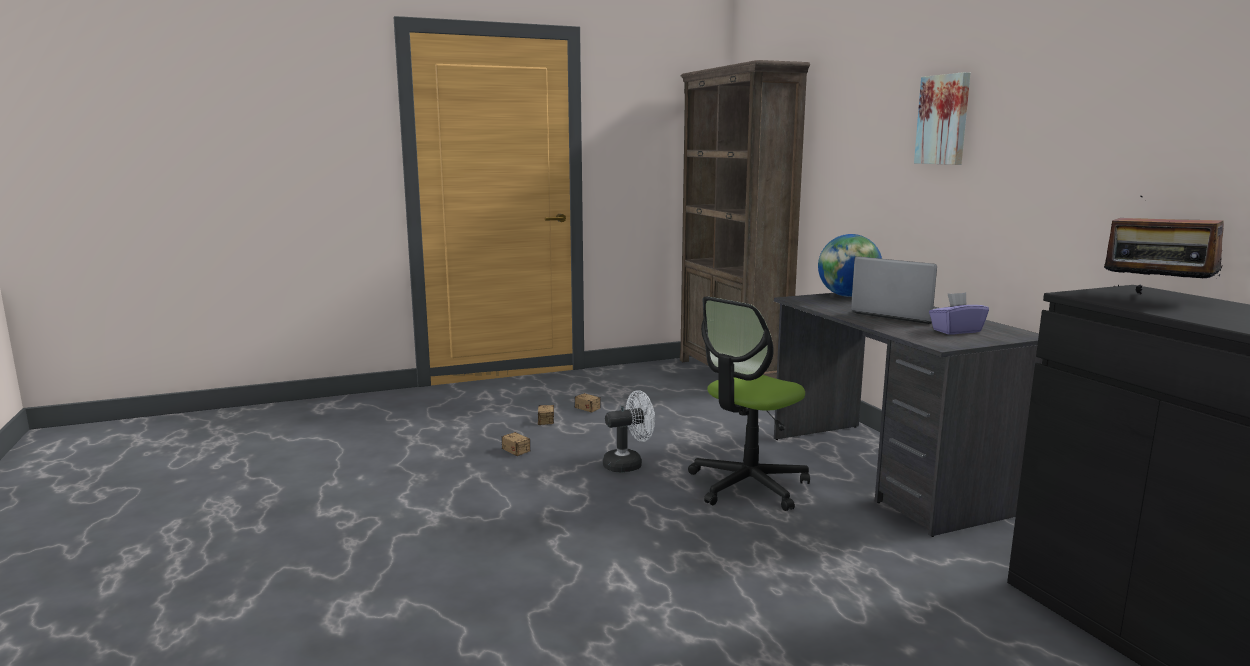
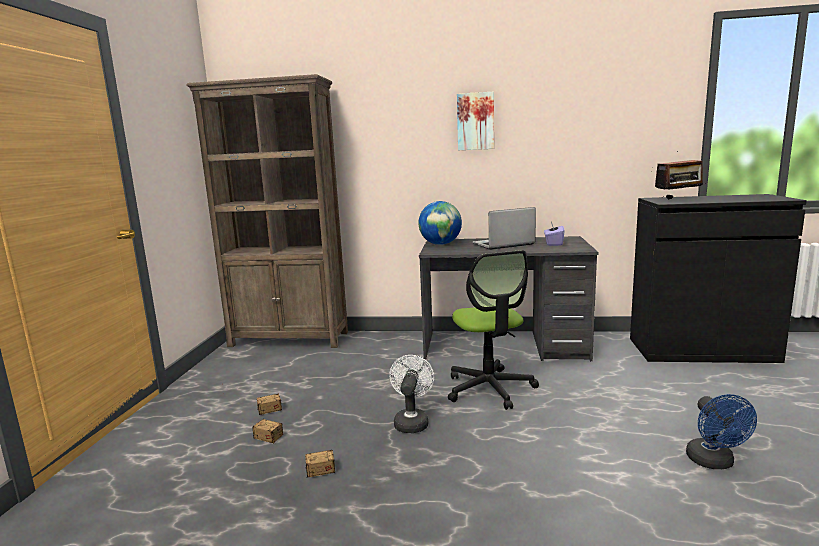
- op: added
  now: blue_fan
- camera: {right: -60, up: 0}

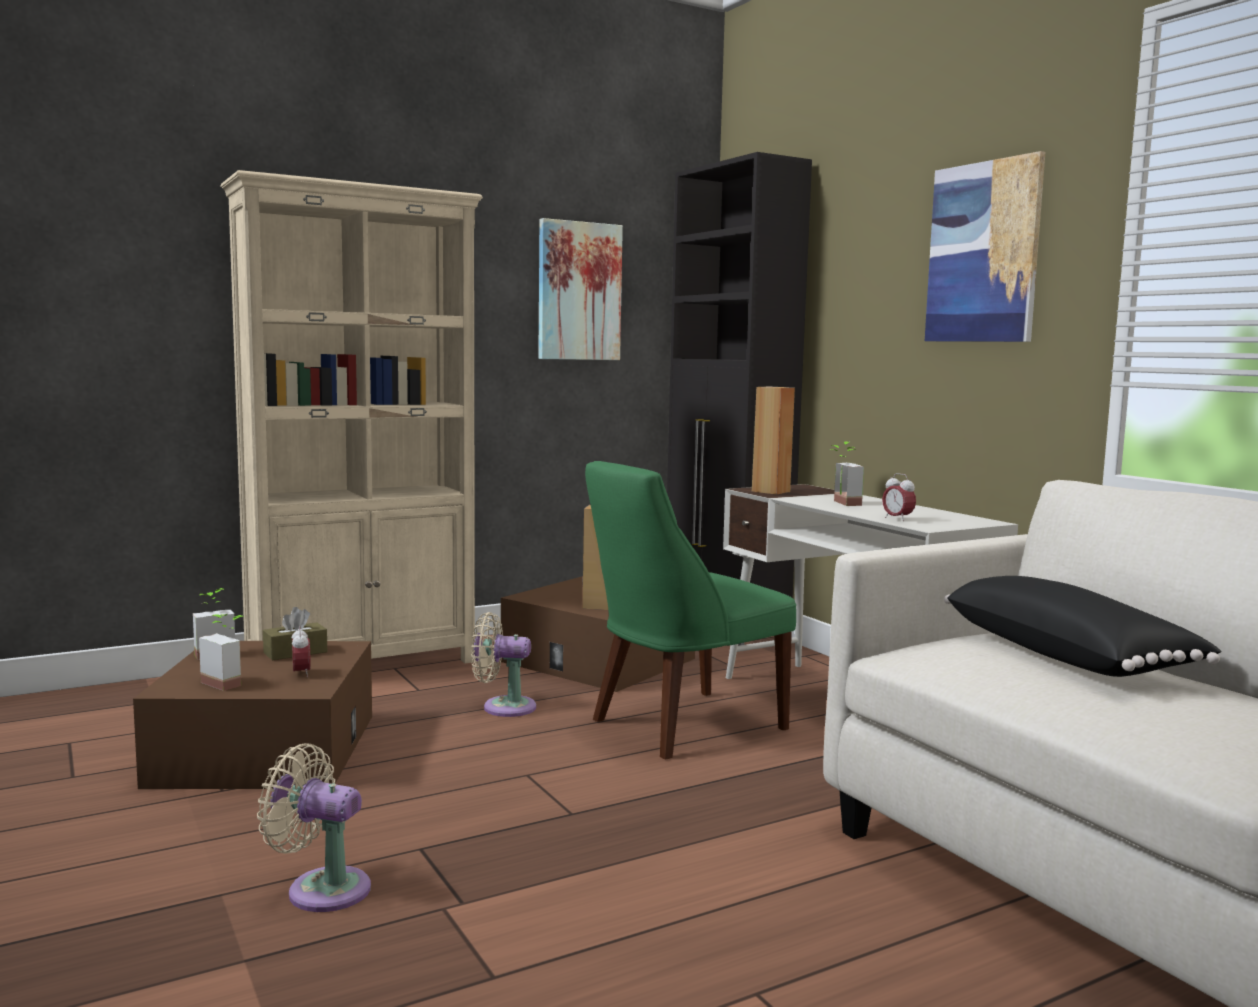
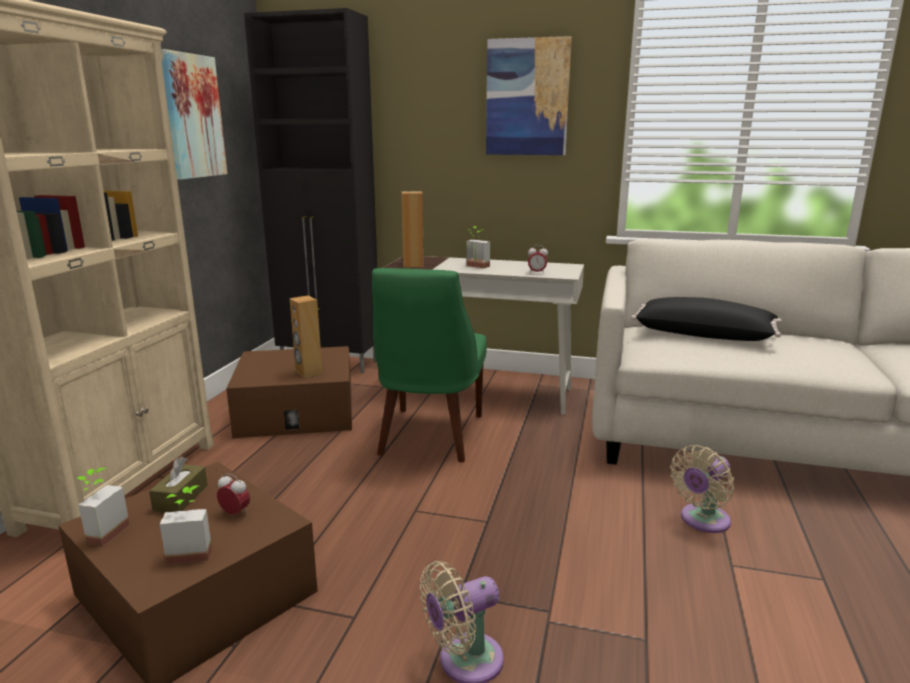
- op: moved
  was: beige_fan (2nd from left)
- camera: {right: -45, up: 10}

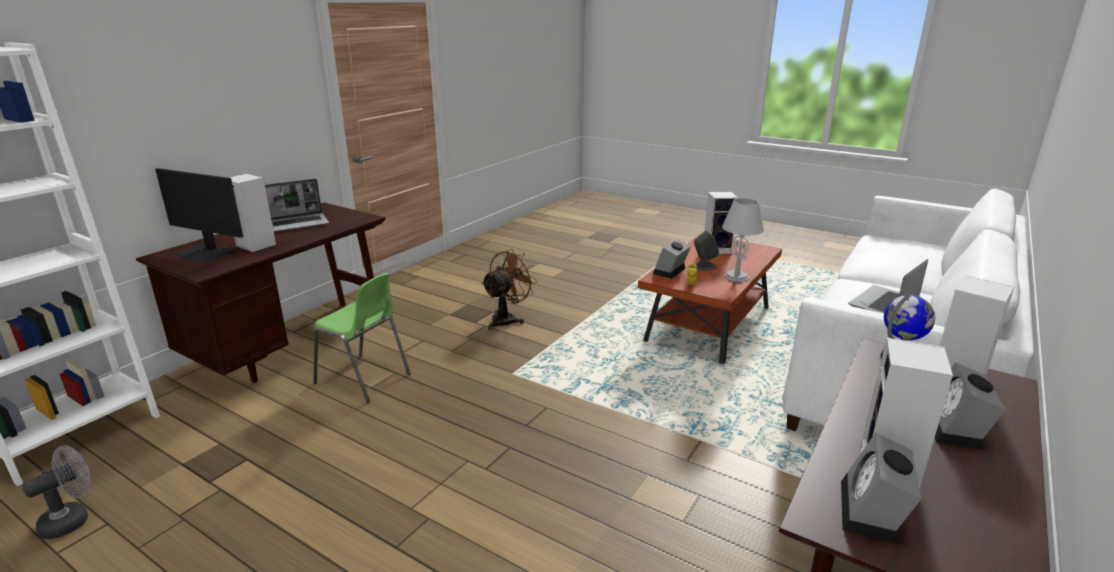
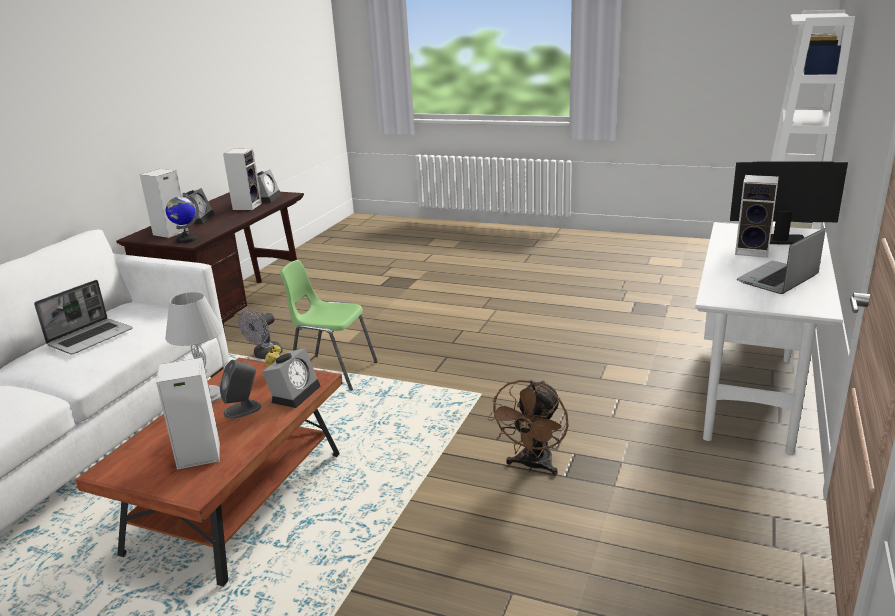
- op: moved
  was: grey_fan
- op: moved
  was: green_chair
- op: recoloured
  was: brown_desk (1st from left)
  now: white_desk
- camera: {right: 170, up: 0}

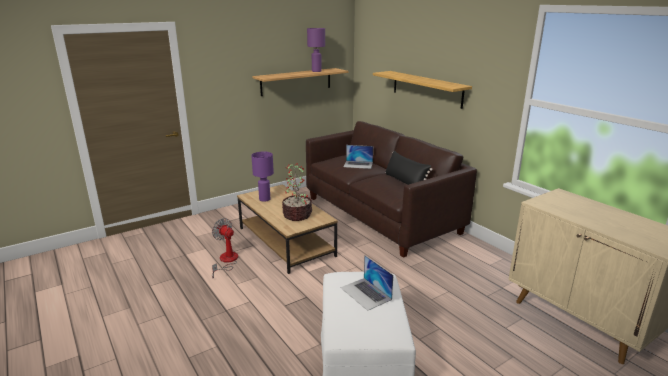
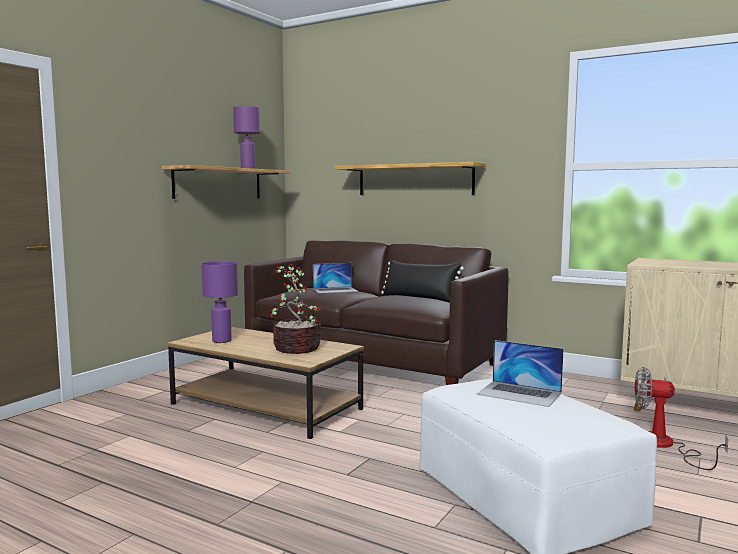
- op: moved
  was: fan
- camera: {right: -25, up: -15}

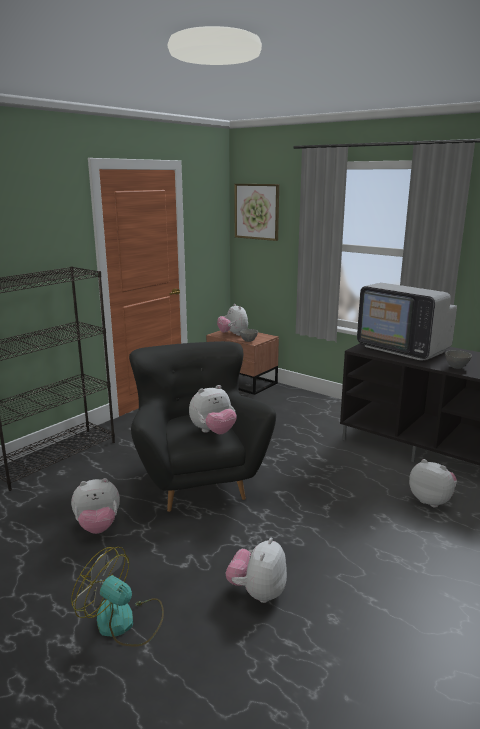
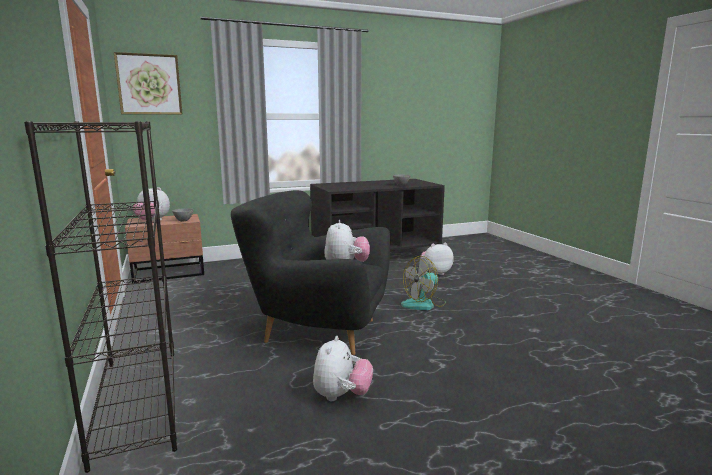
- op: moved
  was: fan
- op: removed
  was: plush_toy (4th from left)
- op: removed
  was: television
- camera: {right: -60, up: -5}

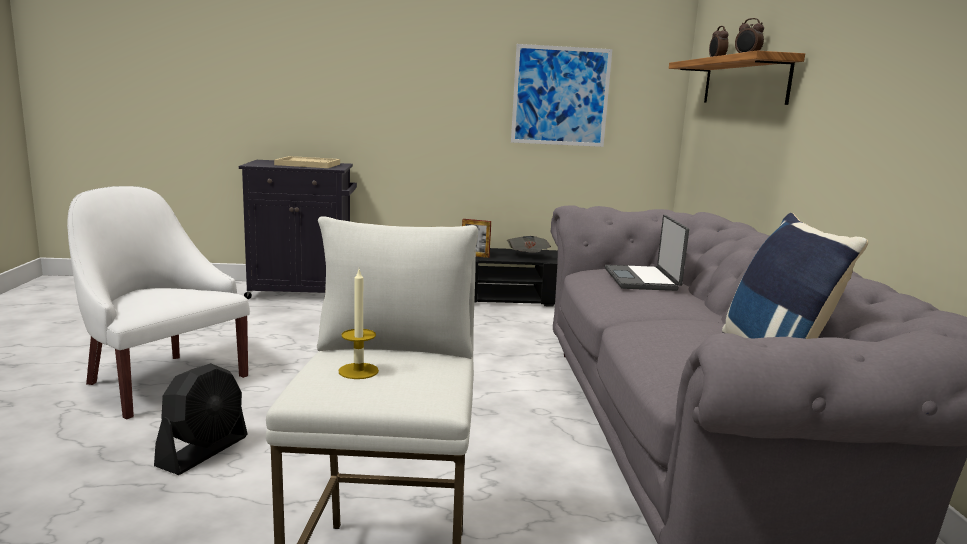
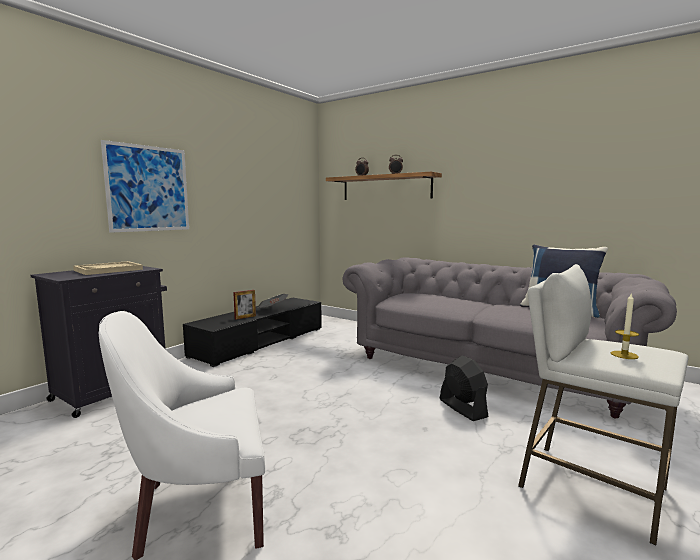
- op: moved
  was: picture
- op: moved
  was: black_fan
- op: removed
  was: laptop
- camera: {right: -50, up: -5}

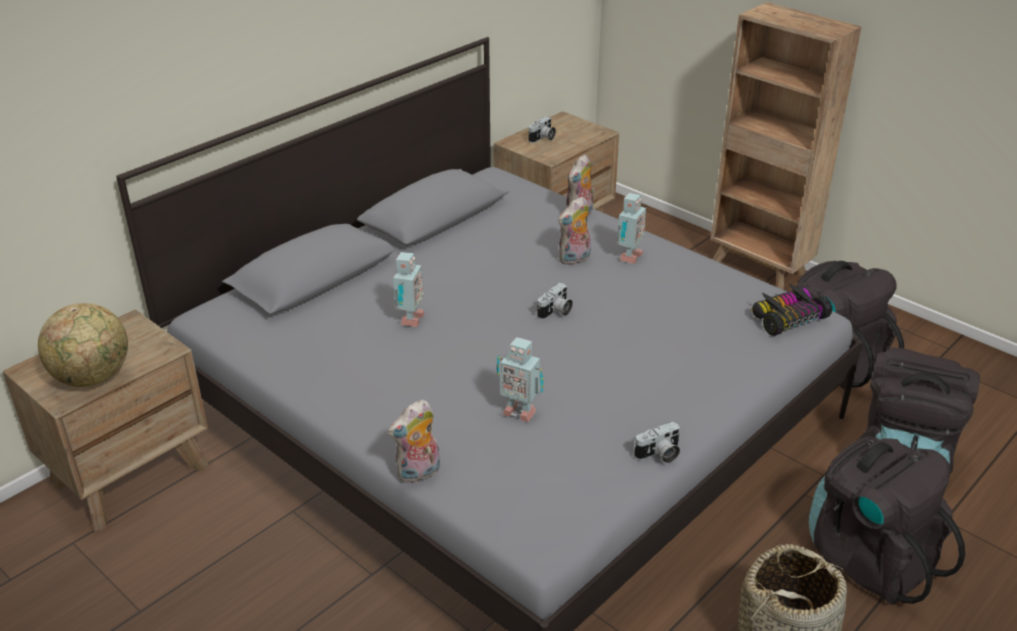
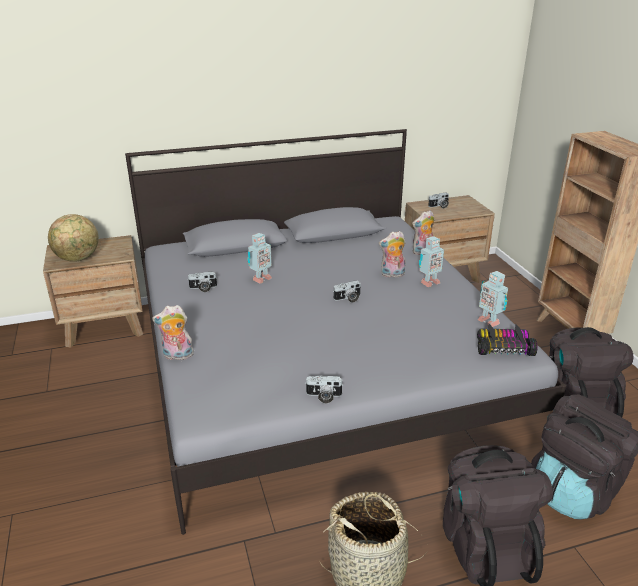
- op: added
  now: photo_camera (1st from left)
- op: moved
  was: toy_robot (2nd from left in the first image)
  now: toy_robot (3rd from left)
- camera: {right: 30, up: -5}

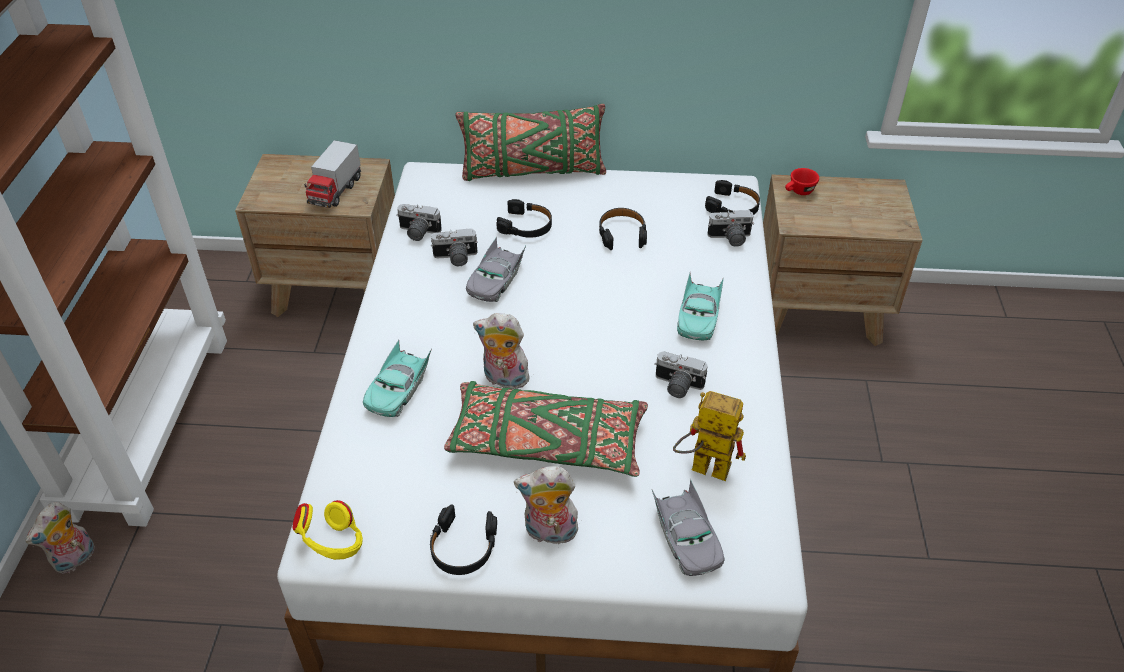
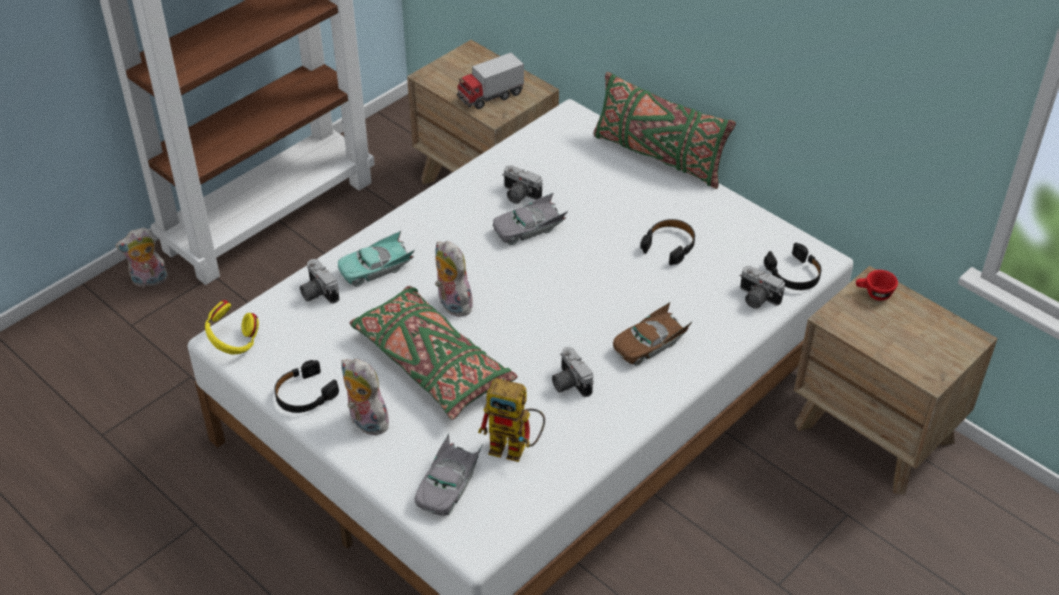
- op: moved
  was: photo_camera (1st from left)
- op: turned
  was: toy_robot
  clockwise: 135
- op: recoloured
  was: turquoise_toy_car (2nd from left)
  now: brown_toy_car
- op: removed
  was: black_headphones (2nd from left)
- camera: {right: 40, up: 0}

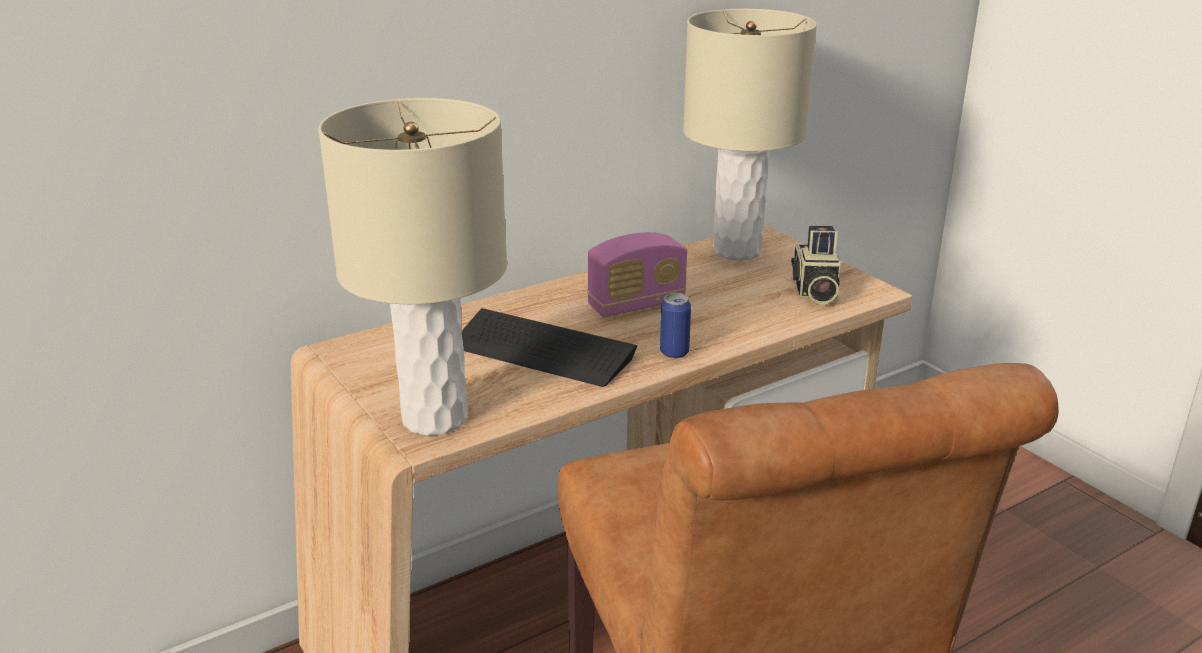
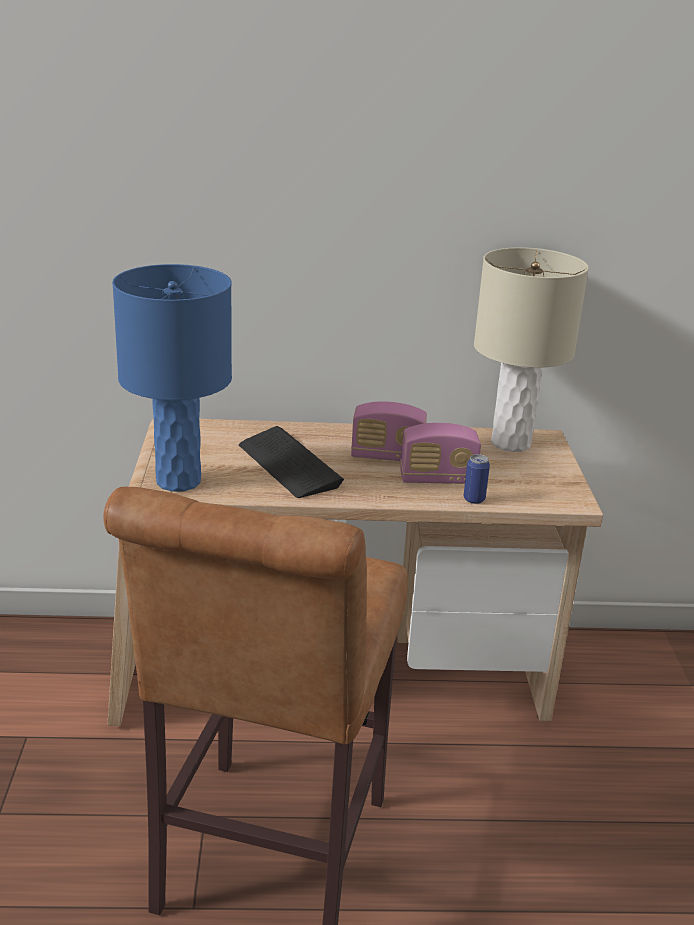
- op: recoloured
  was: beige_table_lamp (1st from left)
  now: blue_table_lamp
- op: added
  now: radio (2nd from left)
- op: moved
  was: can
- op: removed
  was: photo_camera
- camera: {right: 30, up: 0}

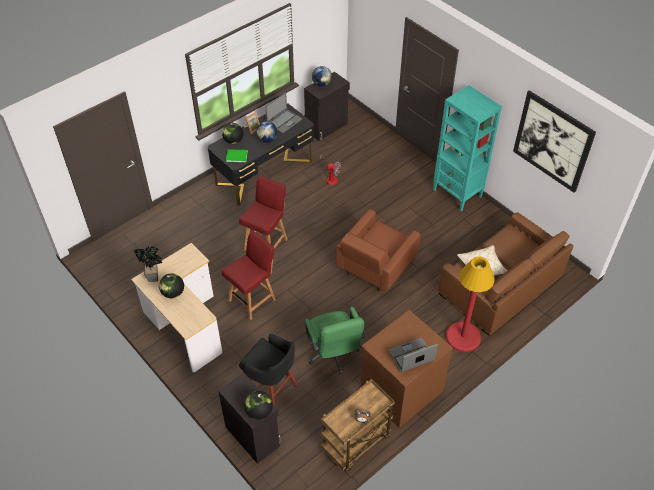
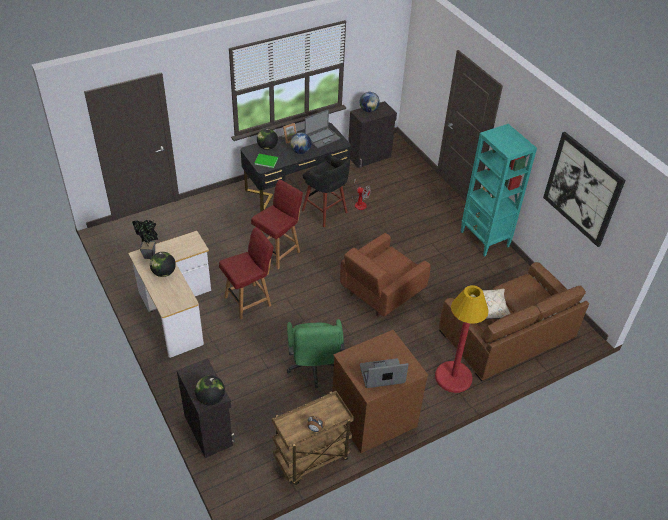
- op: moved
  was: black_stool
- camera: {right: 10, up: -5}

